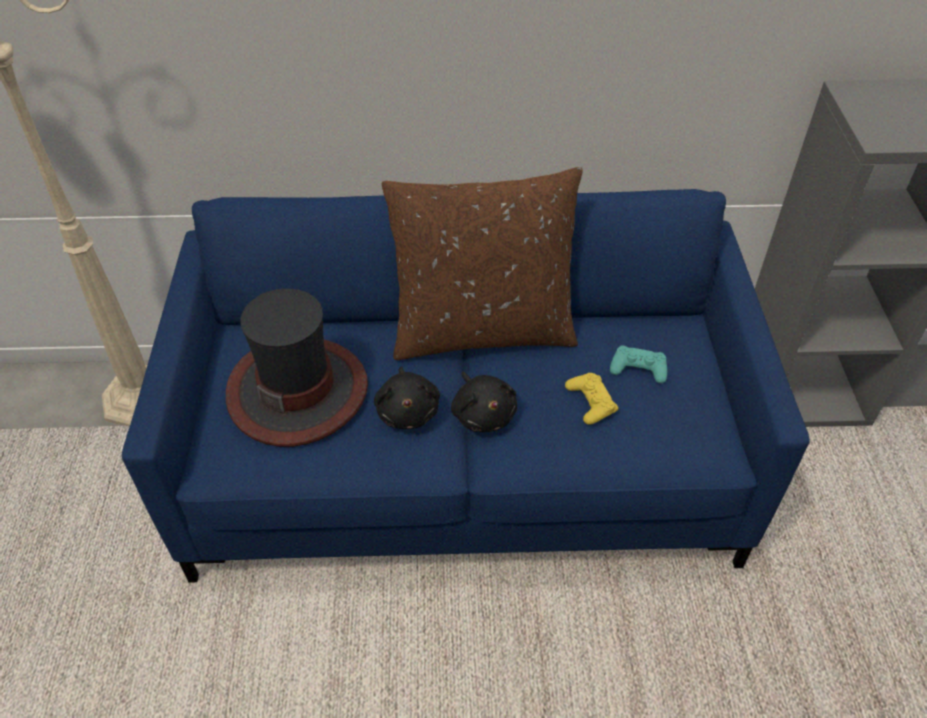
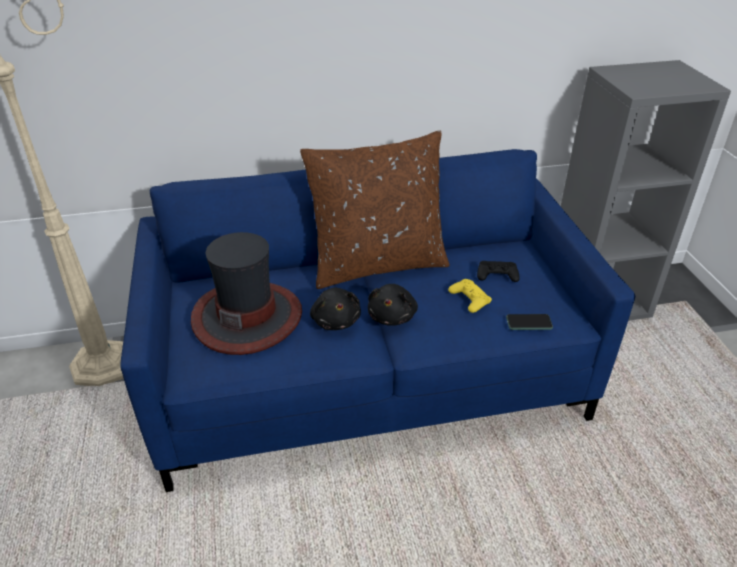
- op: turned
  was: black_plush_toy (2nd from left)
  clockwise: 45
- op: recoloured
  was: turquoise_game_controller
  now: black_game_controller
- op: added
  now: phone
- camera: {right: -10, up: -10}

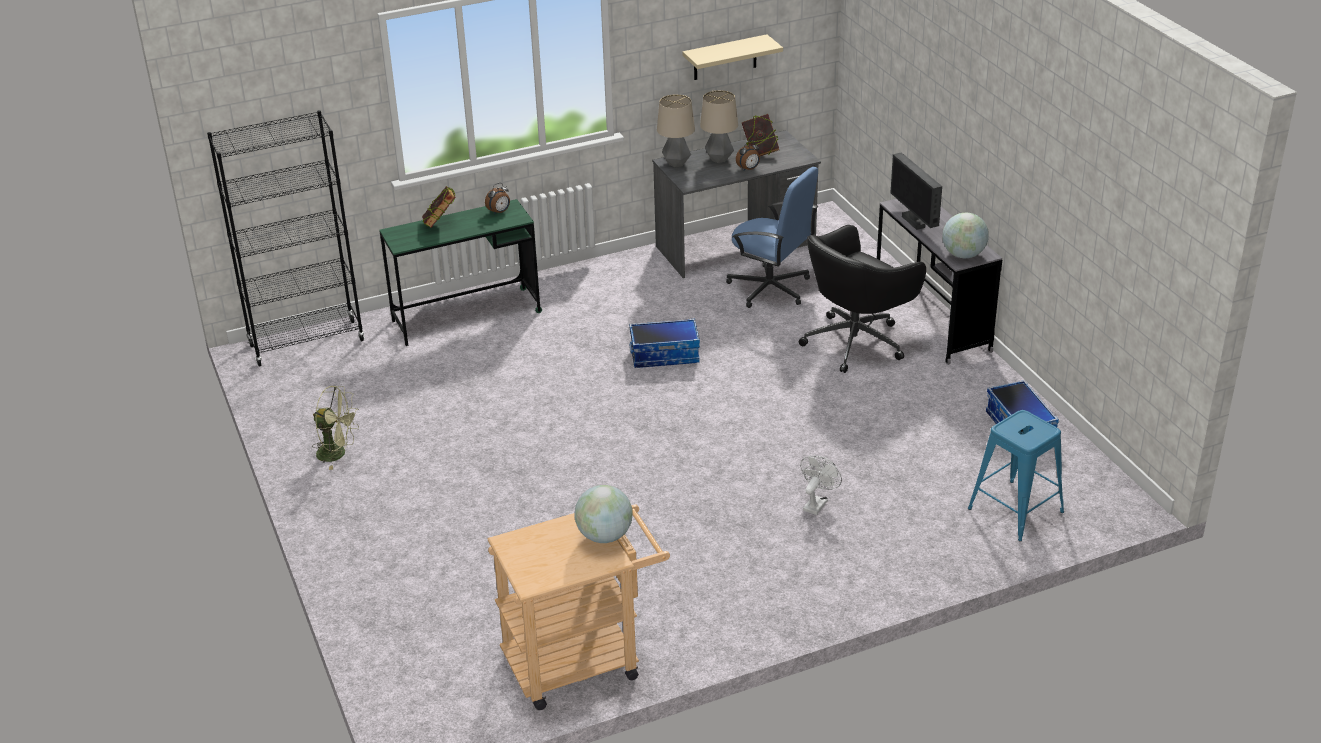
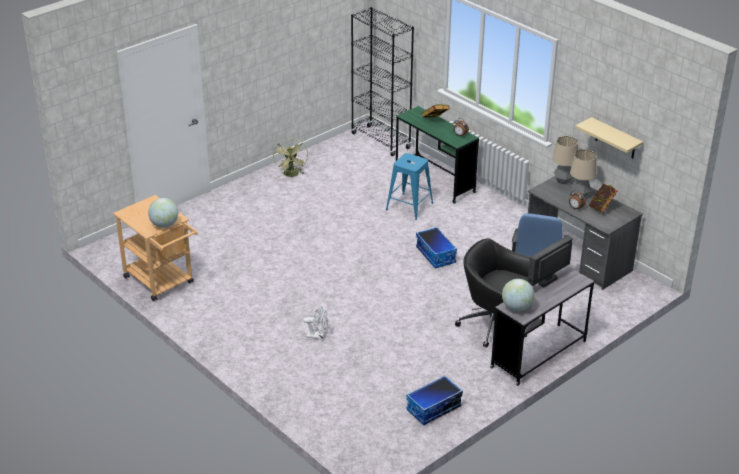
- op: moved
  was: blue_stool
- camera: {right: 70, up: 0}

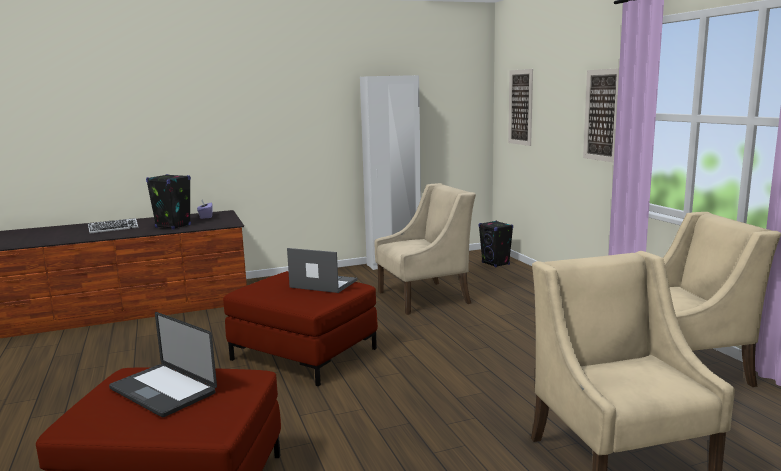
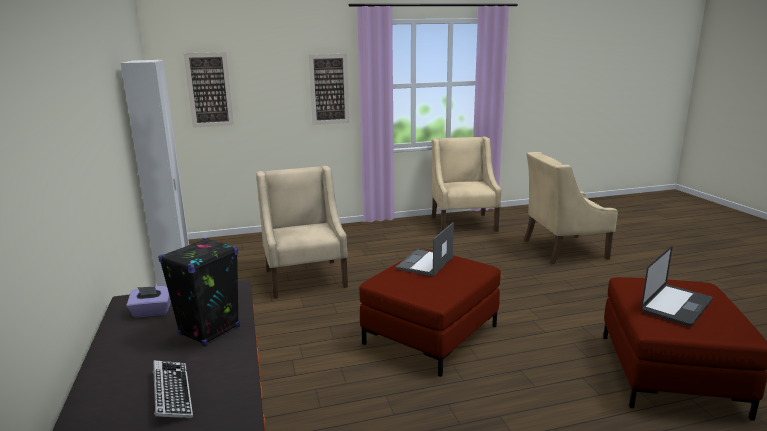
- op: removed
  was: black_speaker (2nd from left)
- camera: {right: -85, up: 5}

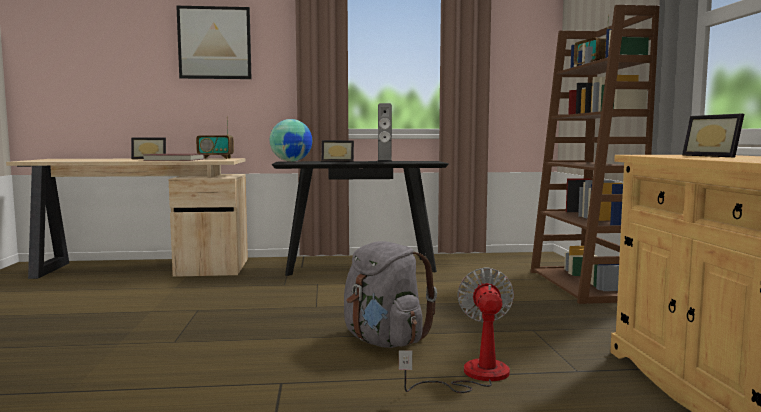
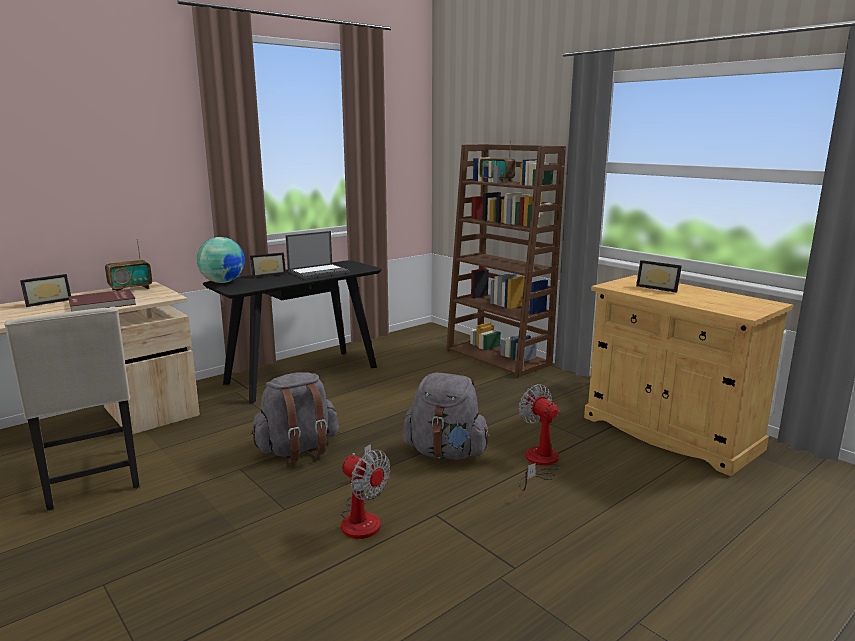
- op: added
  now: beige_chair
- op: added
  now: grey_backpack (1st from left)
- op: replaced
  was: speaker
  now: laptop
- op: added
  now: fan (1st from left)
- op: removed
  was: picture
- camera: {right: -35, up: 10}

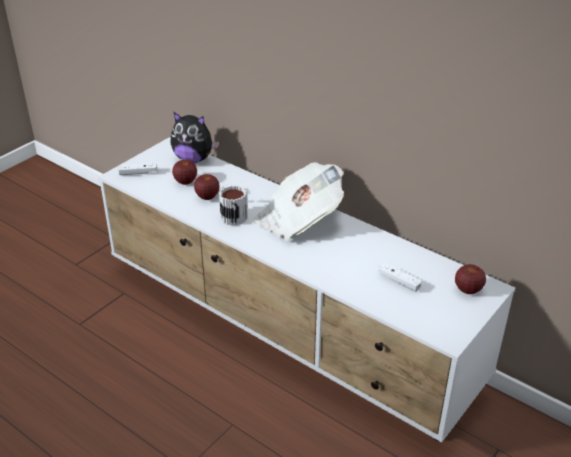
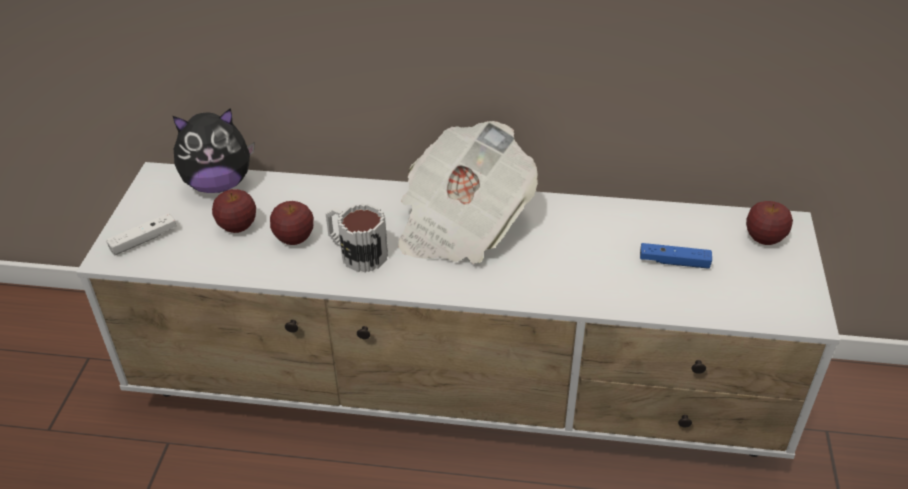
- op: recoloured
  was: white_game_controller (2nd from left)
  now: blue_game_controller
- camera: {right: -30, up: 5}

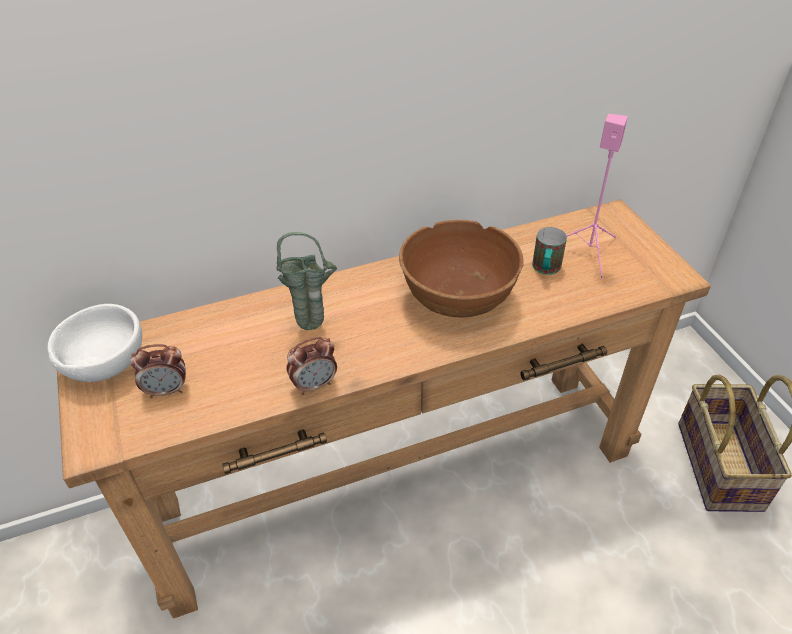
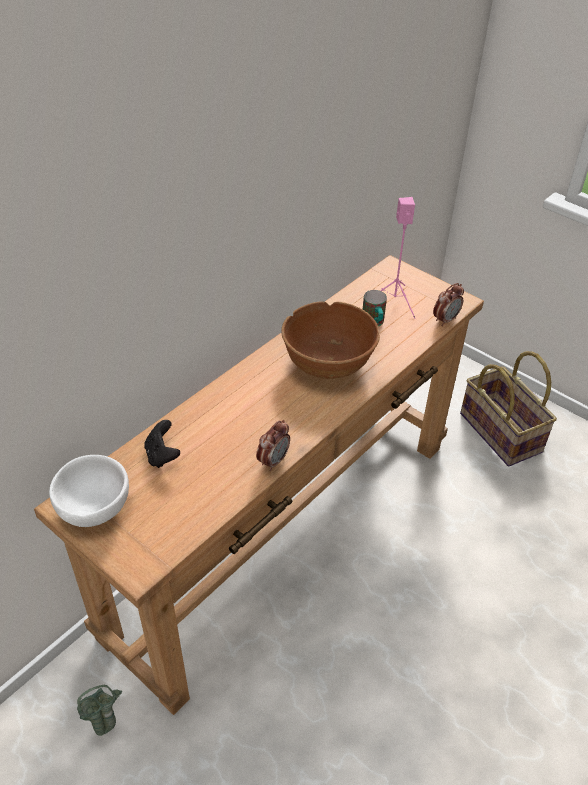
- op: moved
  was: green_vase
- op: added
  now: black_game_controller
- op: moved
  was: alarm_clock (1st from left in the first image)
  now: alarm_clock (2nd from left)
- camera: {right: -30, up: 0}

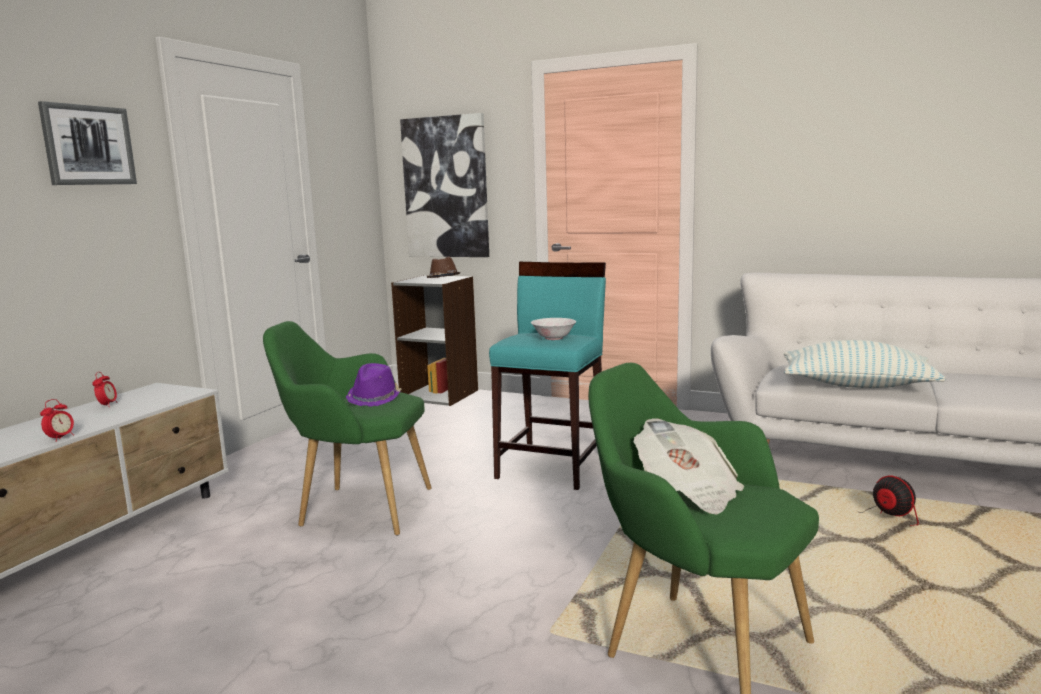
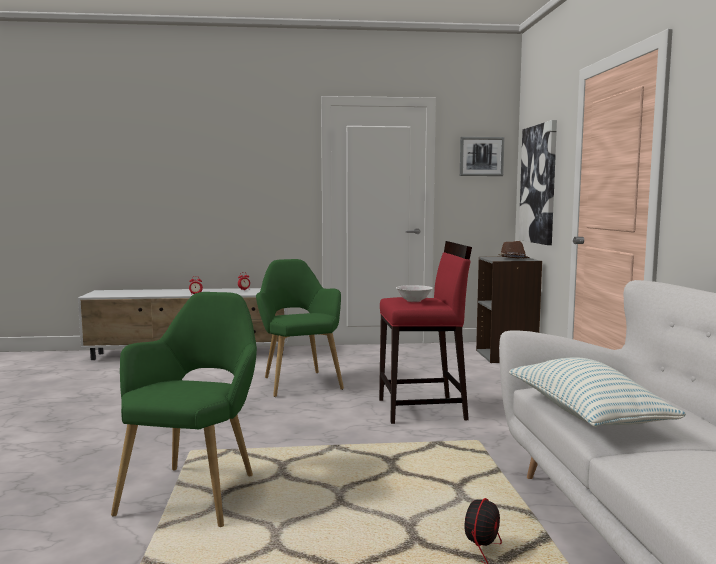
- op: recoloured
  was: turquoise_stool
  now: red_stool
- op: moved
  was: picture (1st from left)
- op: removed
  was: purple_hat
- op: removed
  was: newspaper
- camera: {right: 60, up: -5}

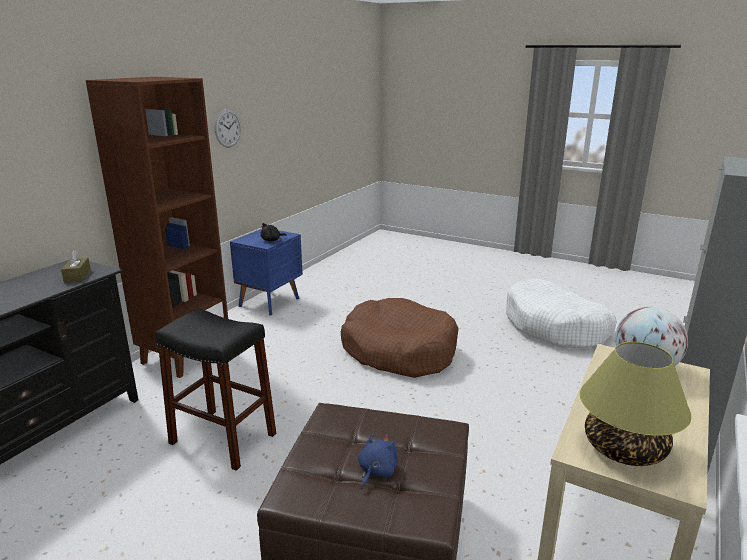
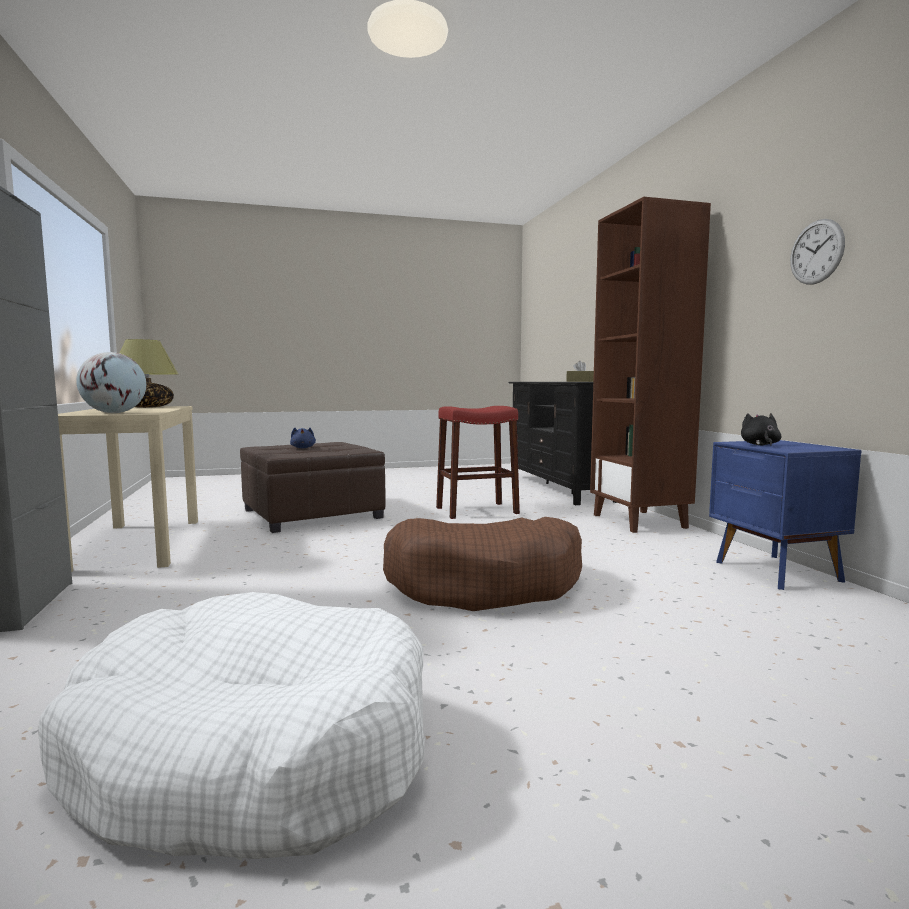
- op: recoloured
  was: black_stool
  now: red_stool
- camera: {right: 135, up: -15}

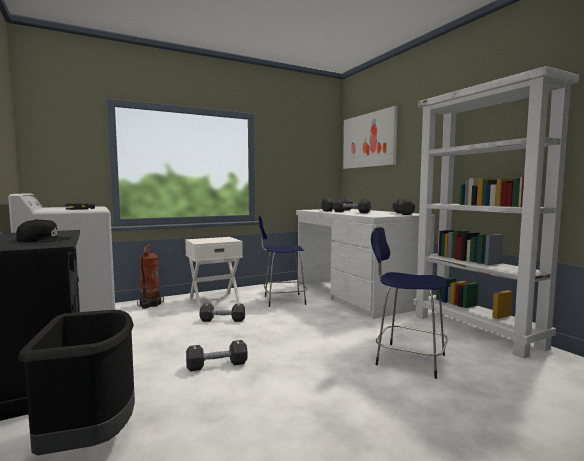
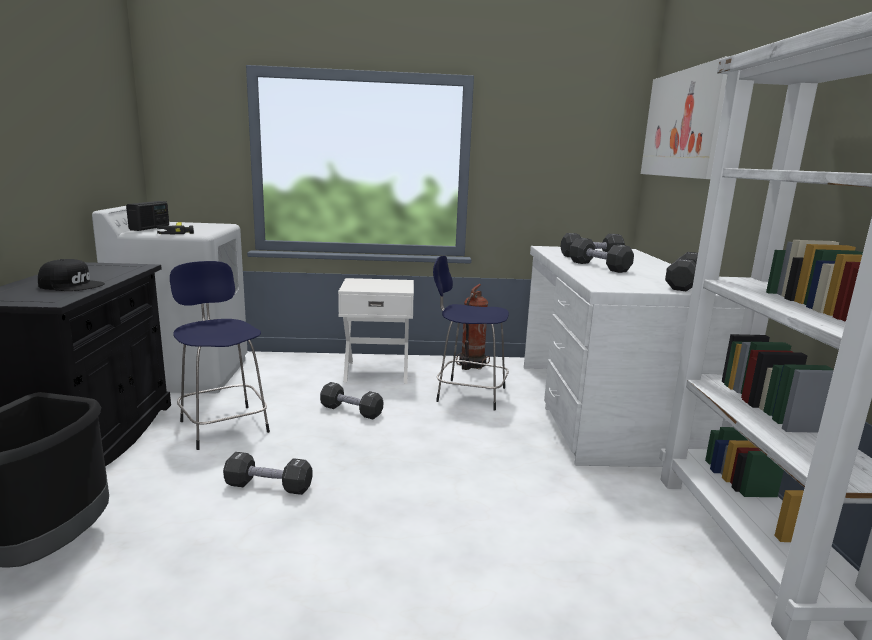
- op: added
  now: radio
- op: moved
  was: blue_stool (2nd from left in the first image)
  now: blue_stool (1st from left)
- op: moved
  was: fire_extinguisher
- camera: {right: 25, up: 10}

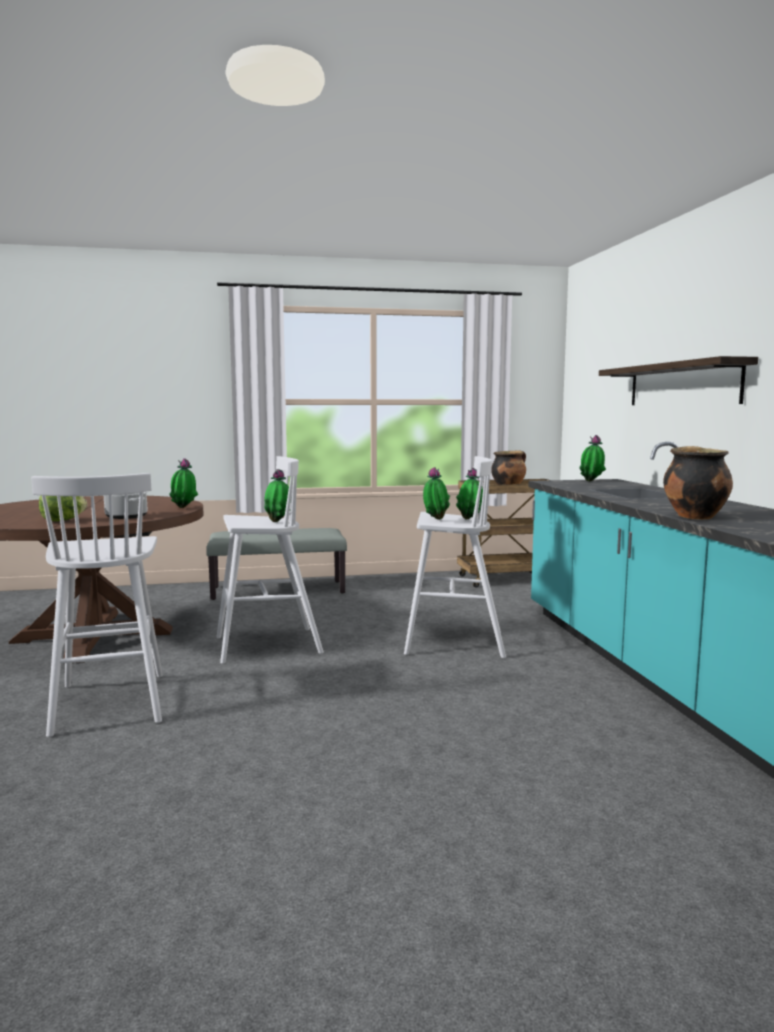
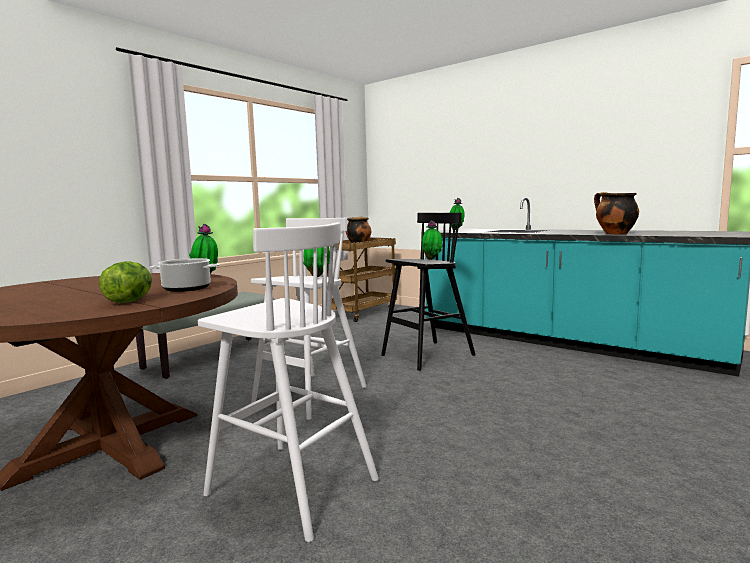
- op: recoloured
  was: white_stool (3rd from left)
  now: black_stool
- op: removed
  was: potted_plant (3rd from left)
- op: removed
  was: shelf
- camera: {right: -40, up: 0}

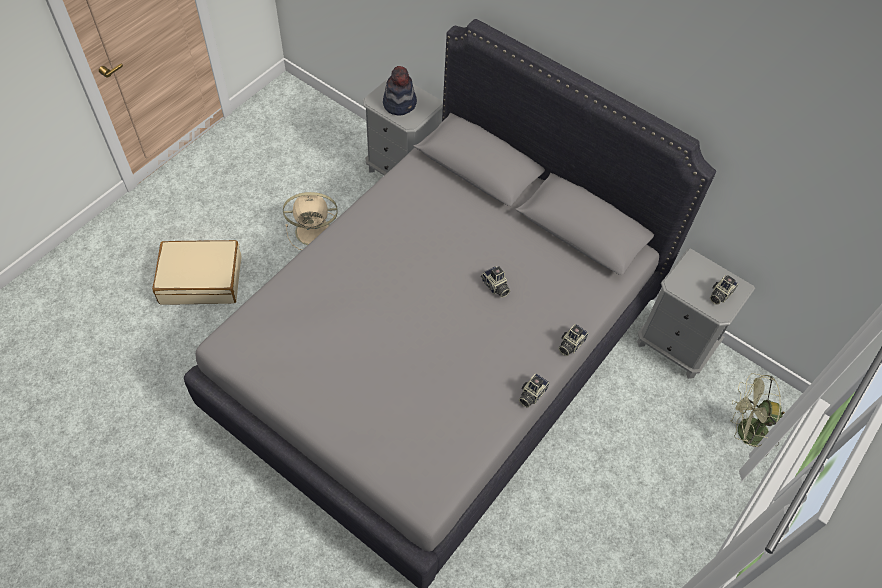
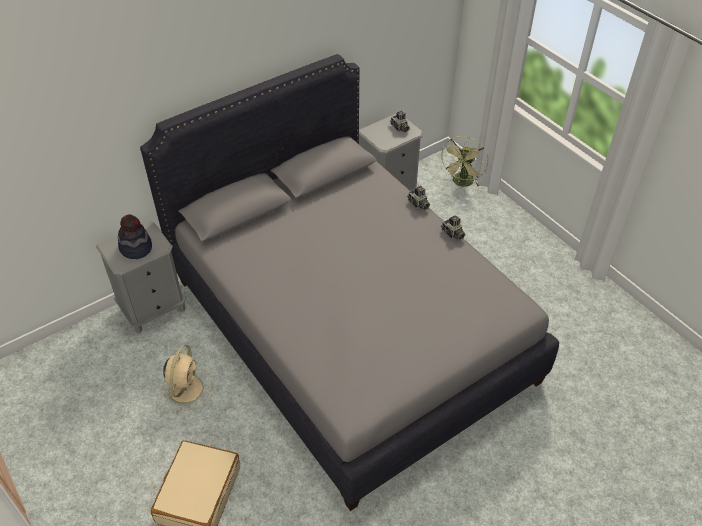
- op: removed
  was: photo_camera (1st from left)
- camera: {right: -70, up: -10}

